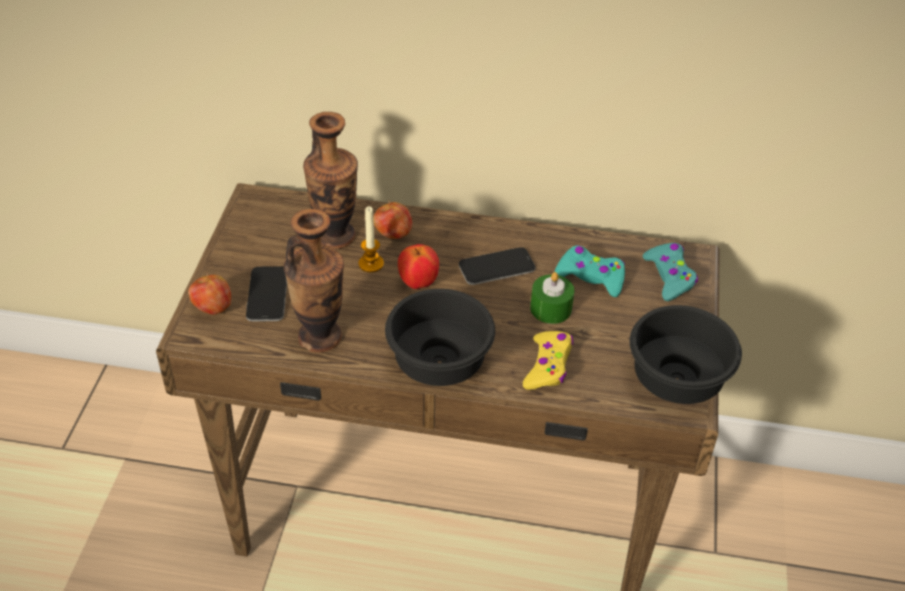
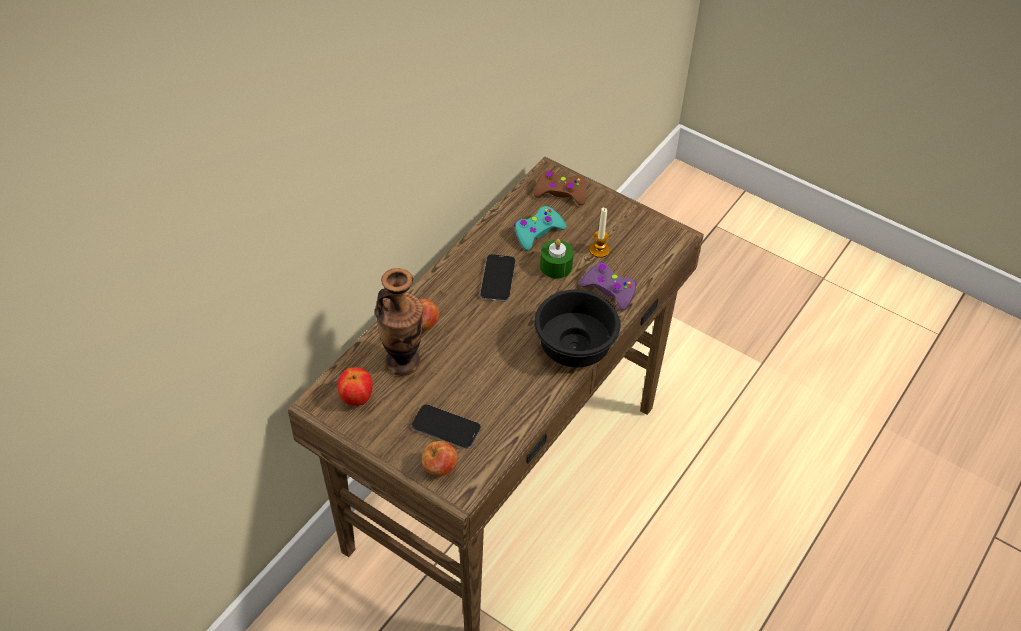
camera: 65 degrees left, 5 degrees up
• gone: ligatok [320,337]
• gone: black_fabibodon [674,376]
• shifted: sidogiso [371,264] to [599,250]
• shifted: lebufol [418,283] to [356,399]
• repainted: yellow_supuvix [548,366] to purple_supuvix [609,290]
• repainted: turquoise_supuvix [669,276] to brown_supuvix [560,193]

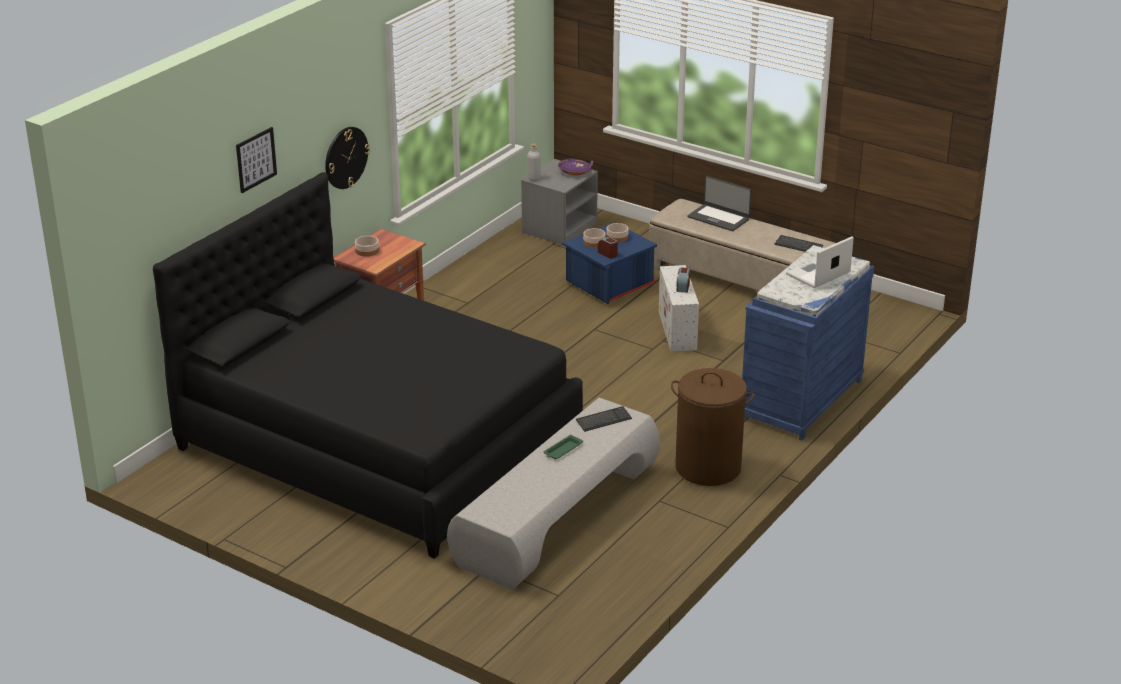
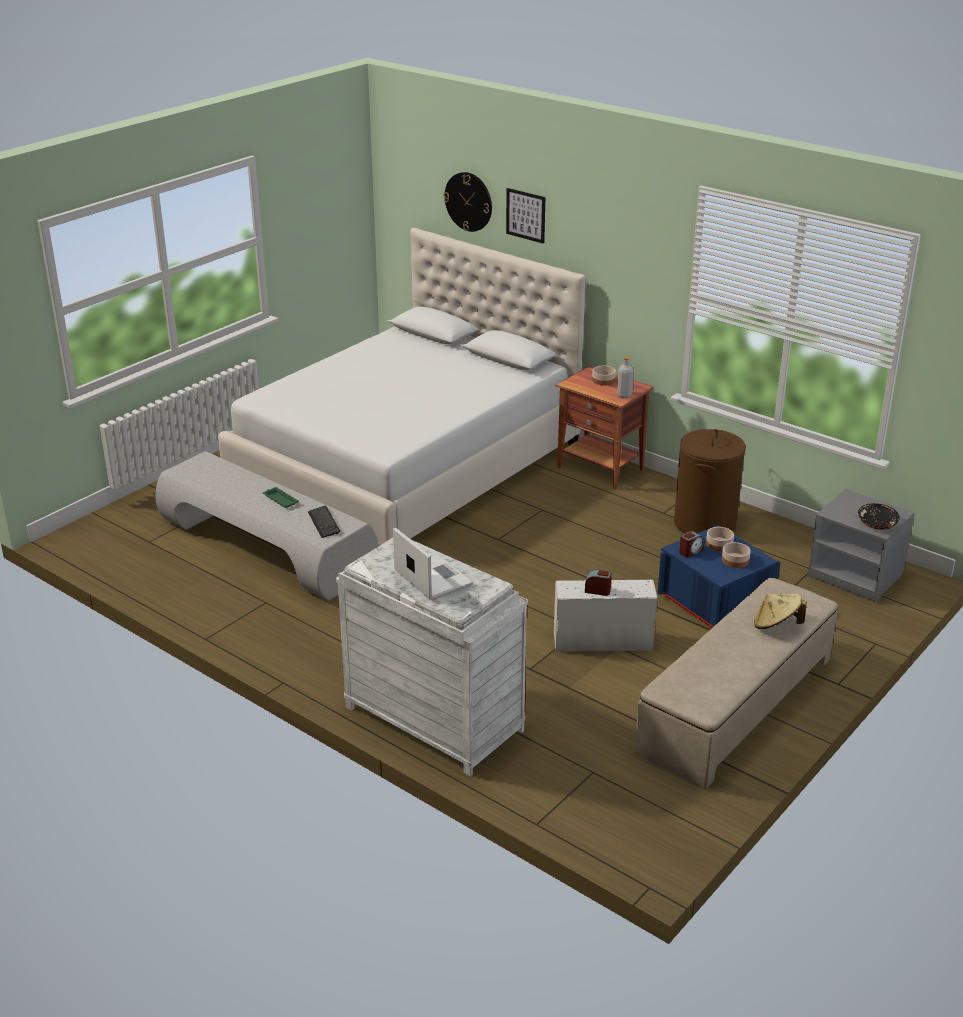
camera: 95 degrees right, 0 degrees up
• gone: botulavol [798,246]
• shifted: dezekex [346,157] to [468,201]
• shifted: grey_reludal [533,178] to [624,395]
• shifted: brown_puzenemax [708,467] to [705,524]
• swapped: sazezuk [719,218] to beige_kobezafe [776,625]
• repainted: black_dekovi [379,442] to white_dekovi [407,466]
• repainted: purple_fabibodon [575,172] to black_fabibodon [877,523]
• repainted: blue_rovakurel [801,399] to white_rovakurel [433,718]

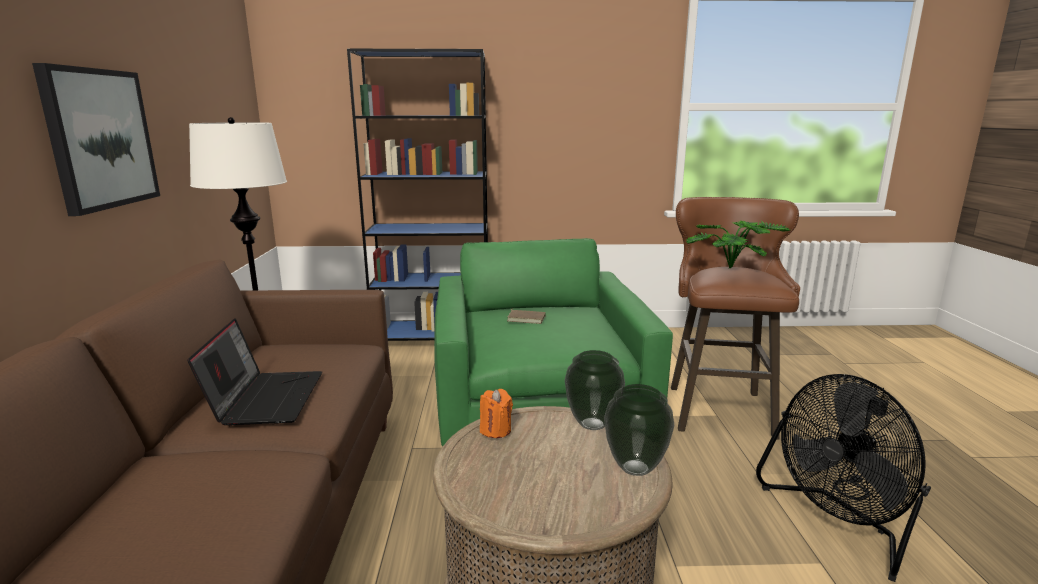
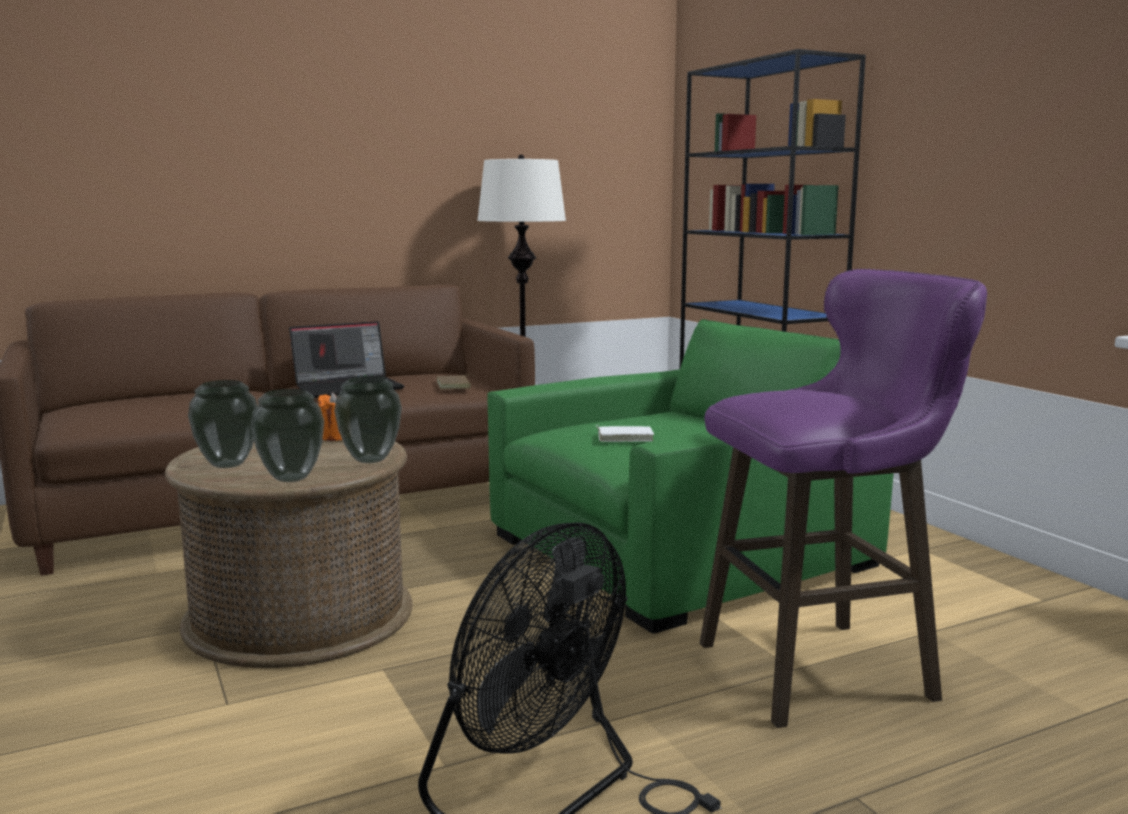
camera: 65 degrees right, 5 degrees down
• gone: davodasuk [100,139]
• gone: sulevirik [732,269]
• new: ligatok [227,464]
• new: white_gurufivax [625,437]
• shifted: brown_gurufivax [526,318] to [455,385]
• repainted: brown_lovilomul [719,408] to purple_lovilomul [824,669]

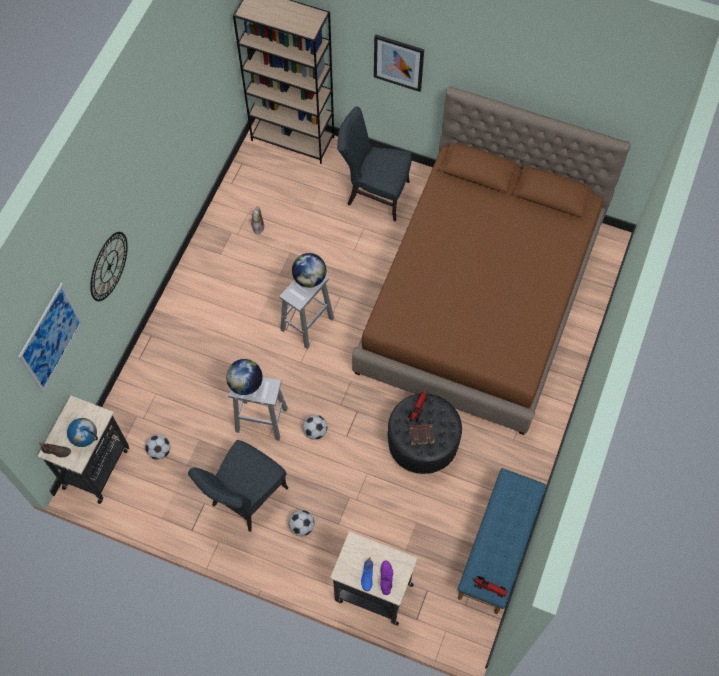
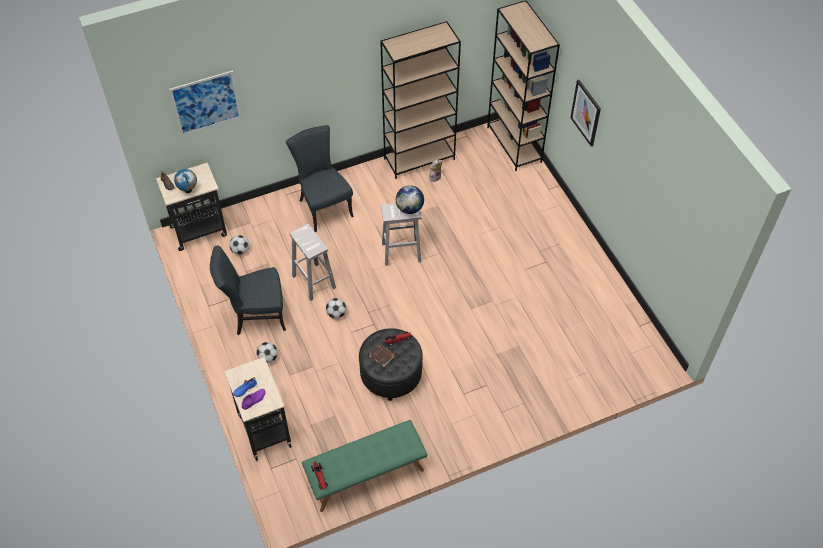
camera: 45 degrees right, 10 degrees down
• gone: dezekex [109,266]
• gone: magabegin [246,384]
• gone: brown_dekovi [480,297]
• new: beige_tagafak [419,158]
• shifted: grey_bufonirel [374,193] to [323,206]
• repainted: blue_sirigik [498,548] to green_sirigik [366,476]

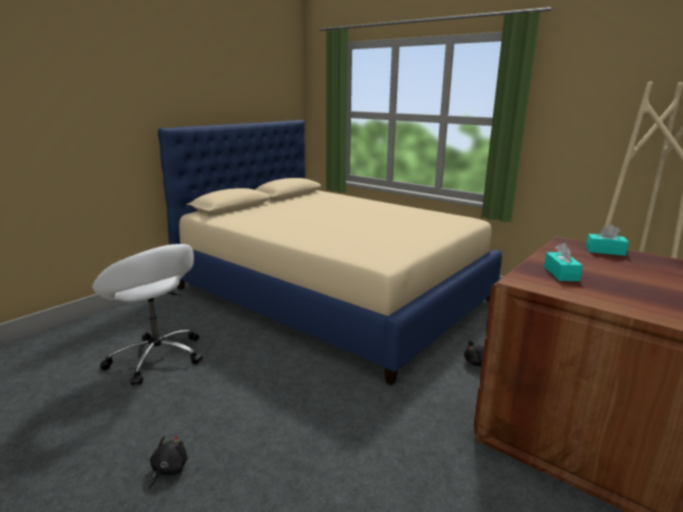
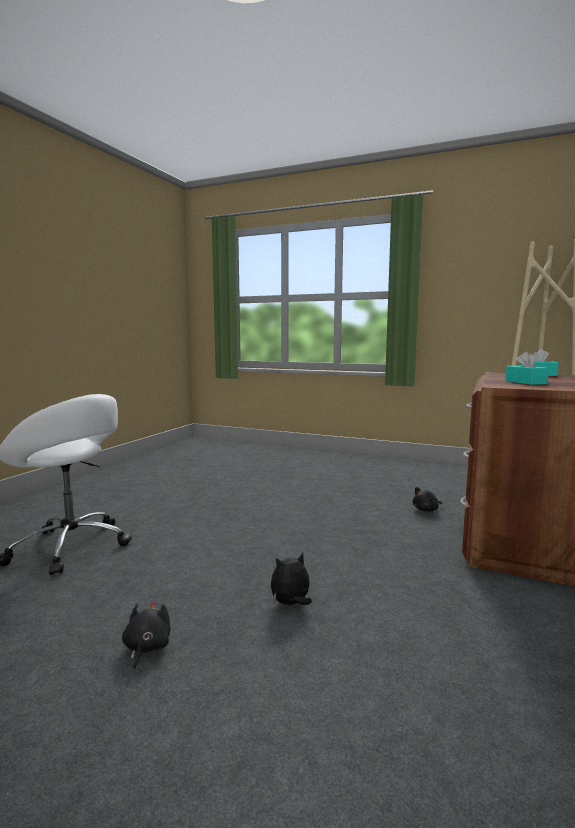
camera: 15 degrees left, 10 degrees down
• gone: beige_dekovi [331,294]
• new: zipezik [291,604]

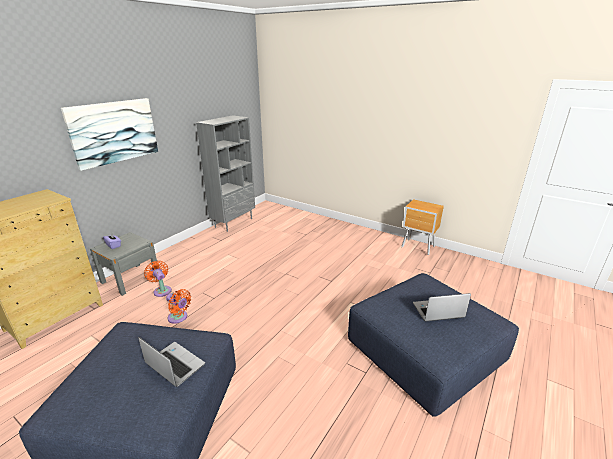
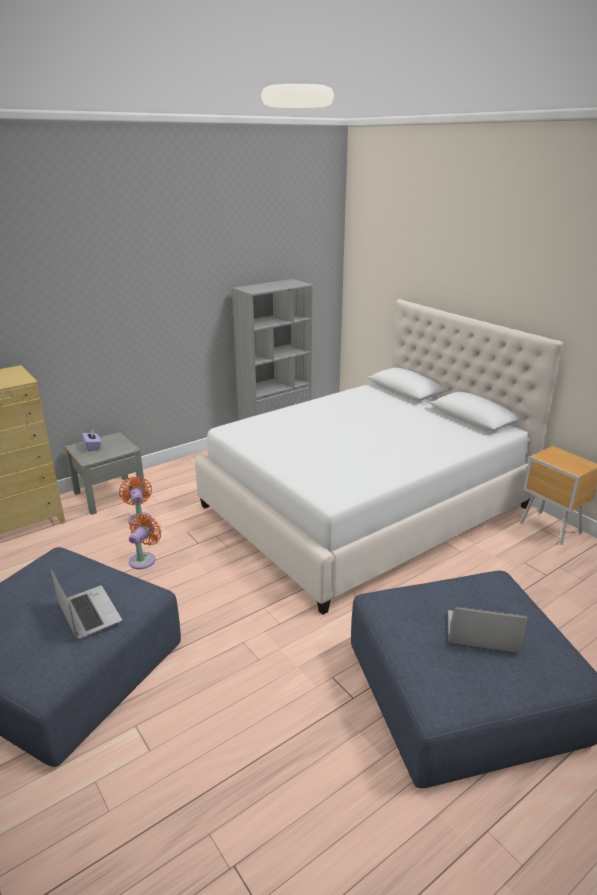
camera: 20 degrees right, 0 degrees up
• gone: davodasuk [114,132]
• new: white_dekovi [365,506]
• rotated: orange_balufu [179,318] = [144,559] 120 degrees counterclockwise

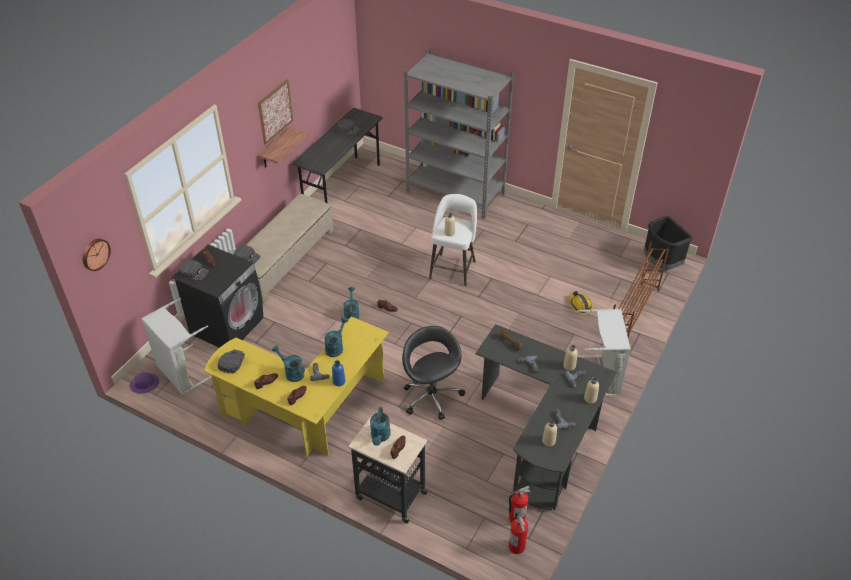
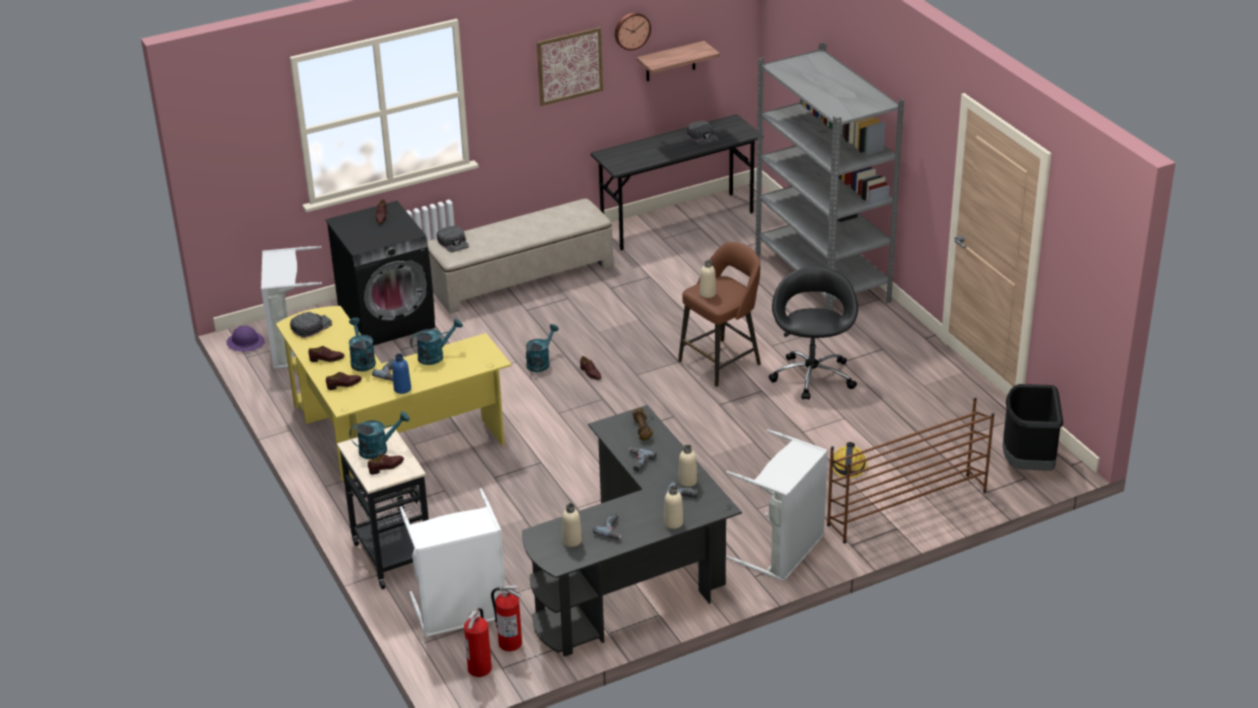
camera: 35 degrees right, 10 degrees down
• gone: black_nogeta [194,272]
• new: white_puzenemax [460,613]
• shifted: dezekex [95,254] to [631,30]
• shifted: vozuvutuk [275,149] to [670,61]
• shifted: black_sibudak [431,396] to [812,376]
• repainted: white_lovilomul [453,268] to brown_lovilomul [721,362]
• rotated: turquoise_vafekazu [380,437] = [378,449] 150 degrees counterclockwise

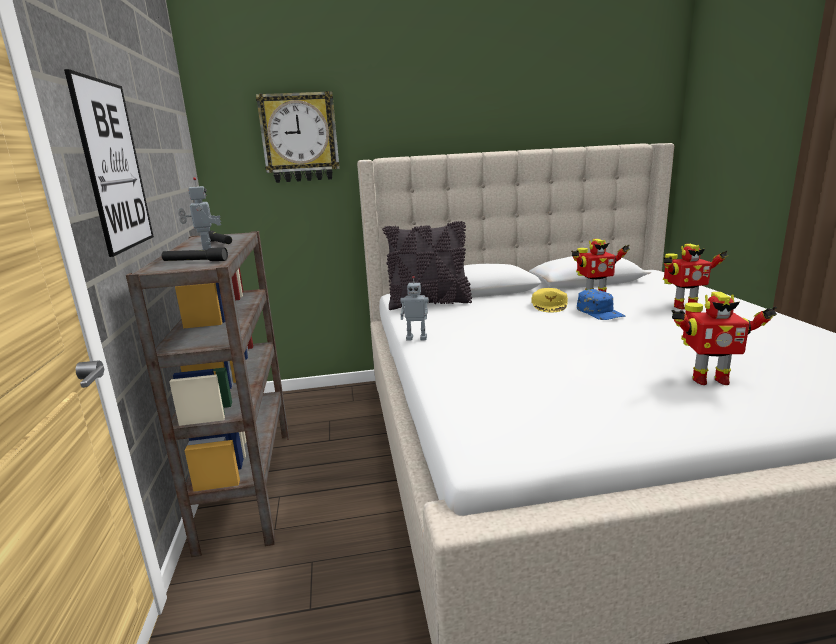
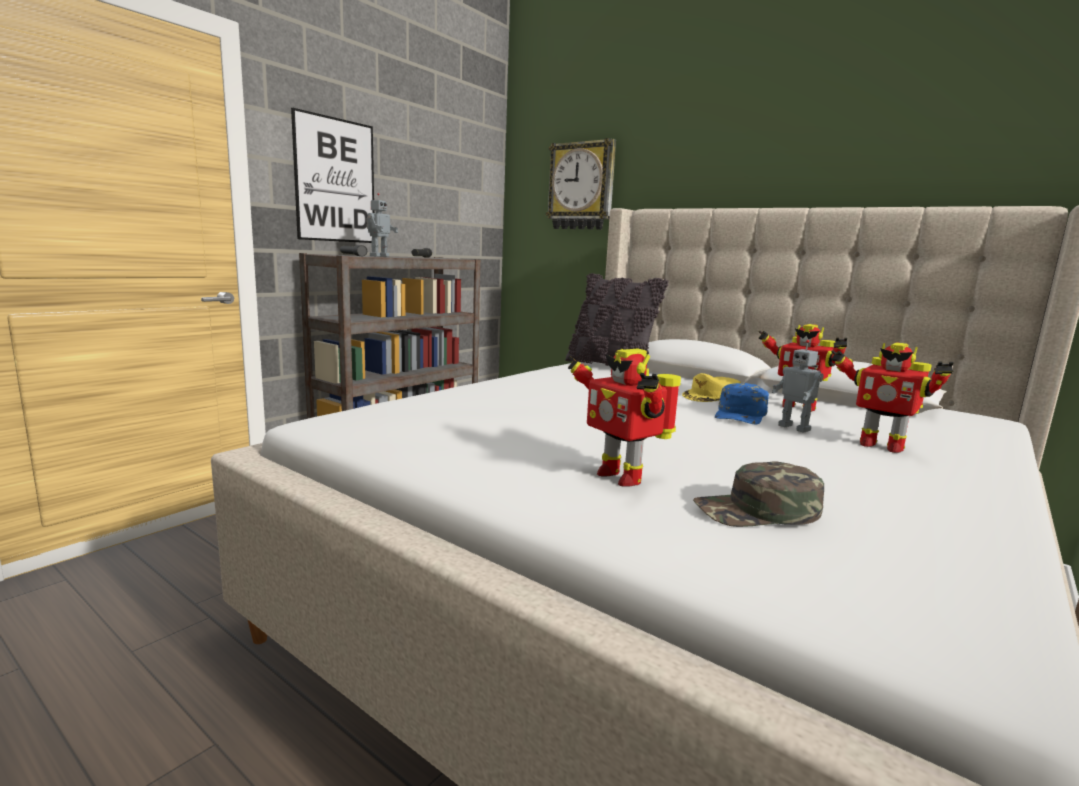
camera: 45 degrees right, 5 degrees down
• new: green_nogeta [757,511]
• shifted: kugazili [416,338] to [795,428]

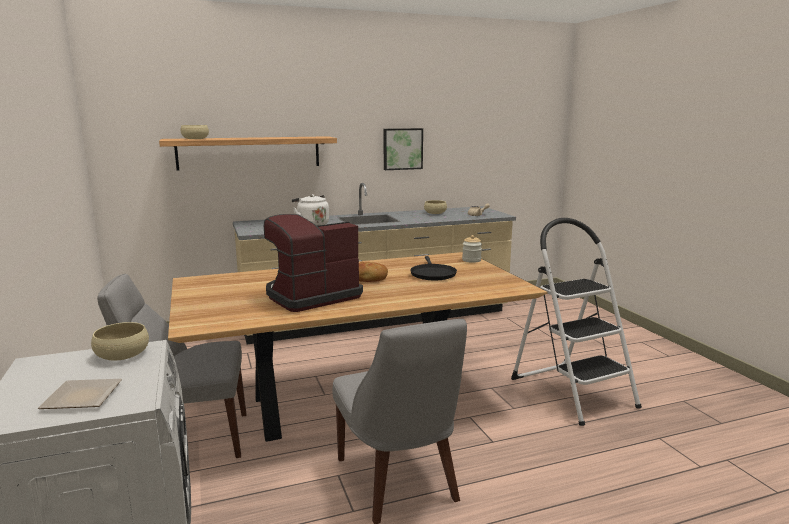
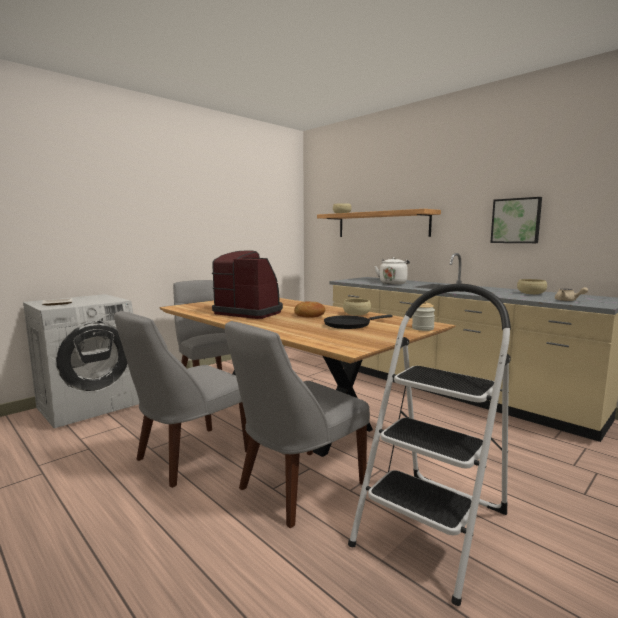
camera: 65 degrees right, 5 degrees down
• new: grey_bufonirel [297,488]
• shifted: beige_fabibodon [122,354] to [356,314]

